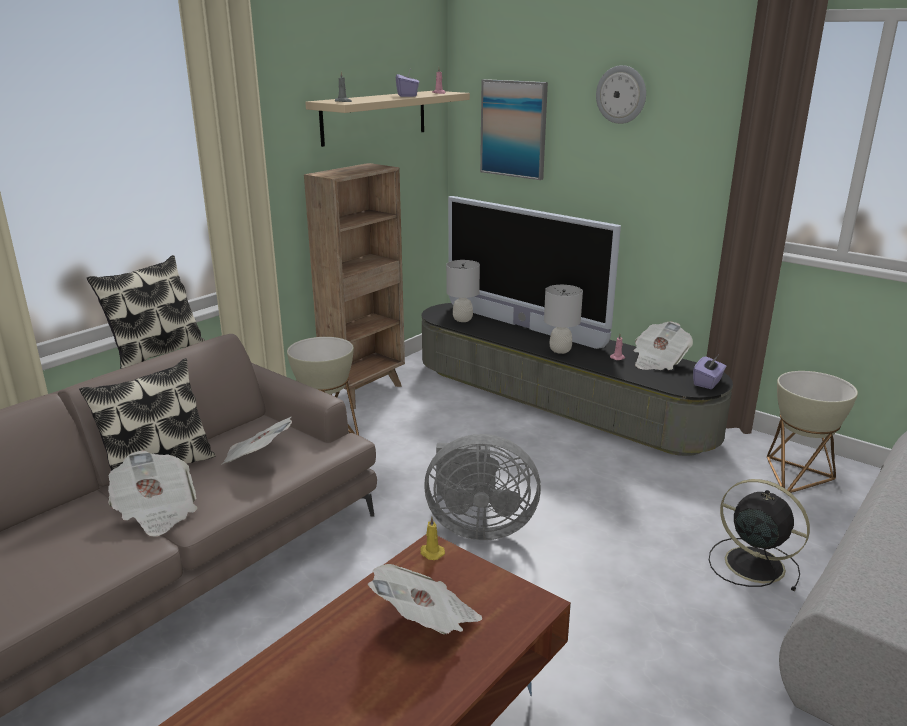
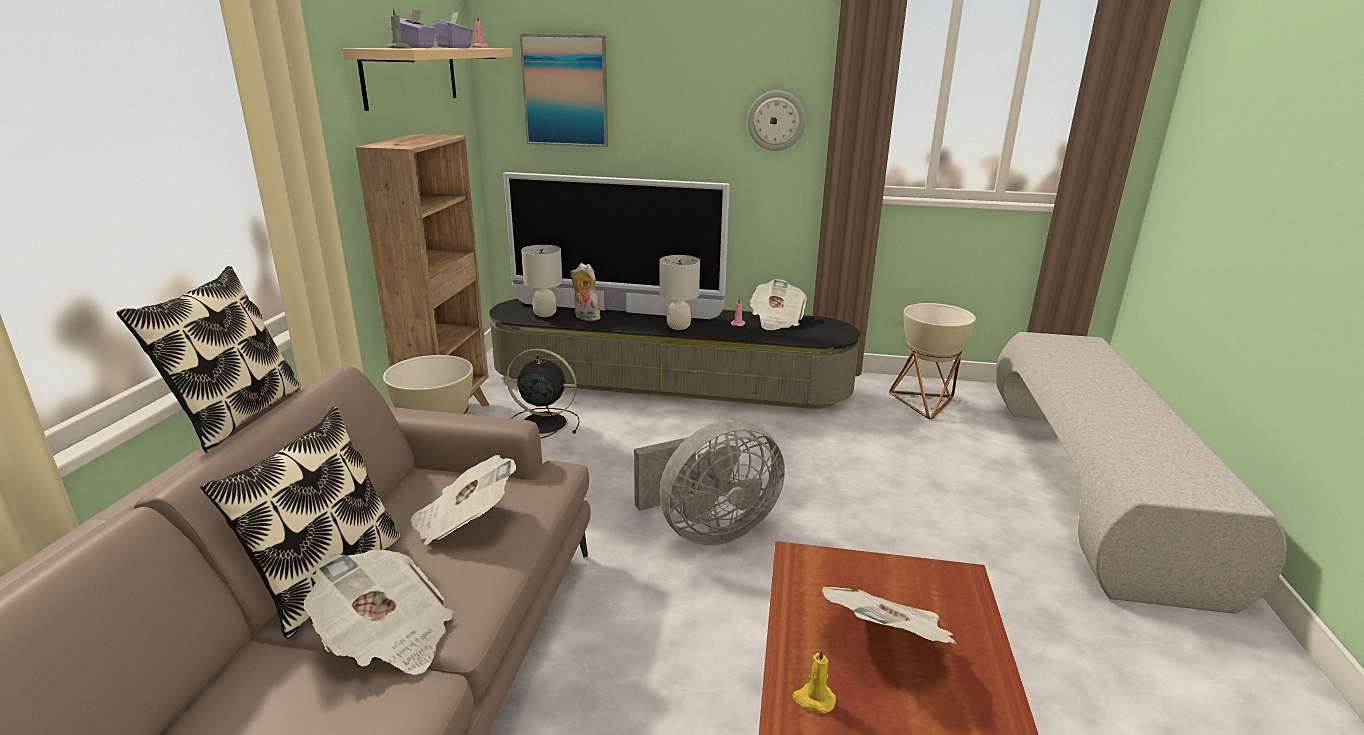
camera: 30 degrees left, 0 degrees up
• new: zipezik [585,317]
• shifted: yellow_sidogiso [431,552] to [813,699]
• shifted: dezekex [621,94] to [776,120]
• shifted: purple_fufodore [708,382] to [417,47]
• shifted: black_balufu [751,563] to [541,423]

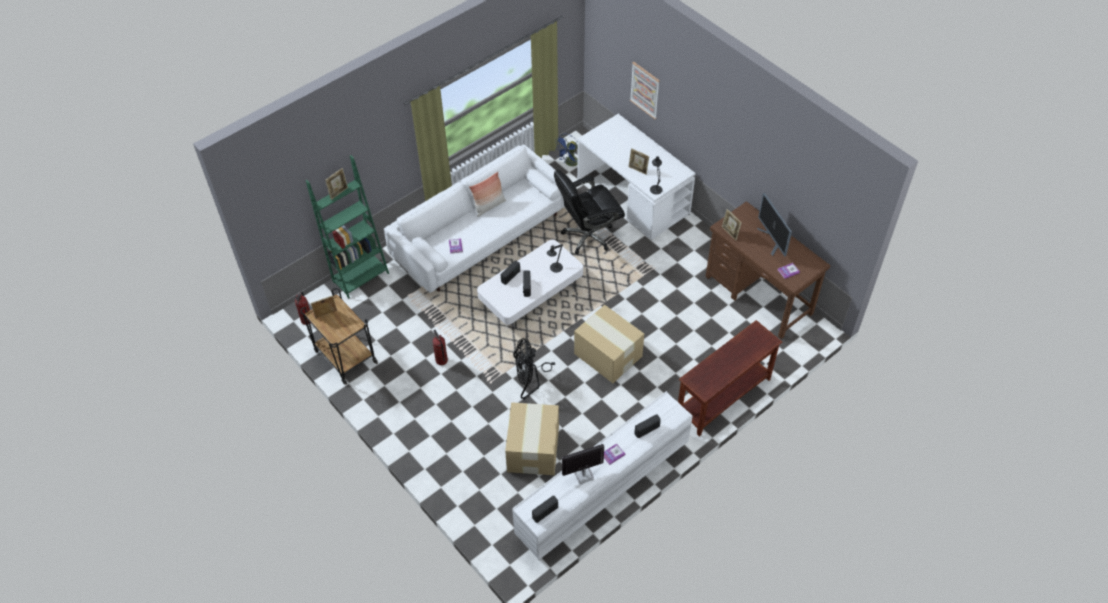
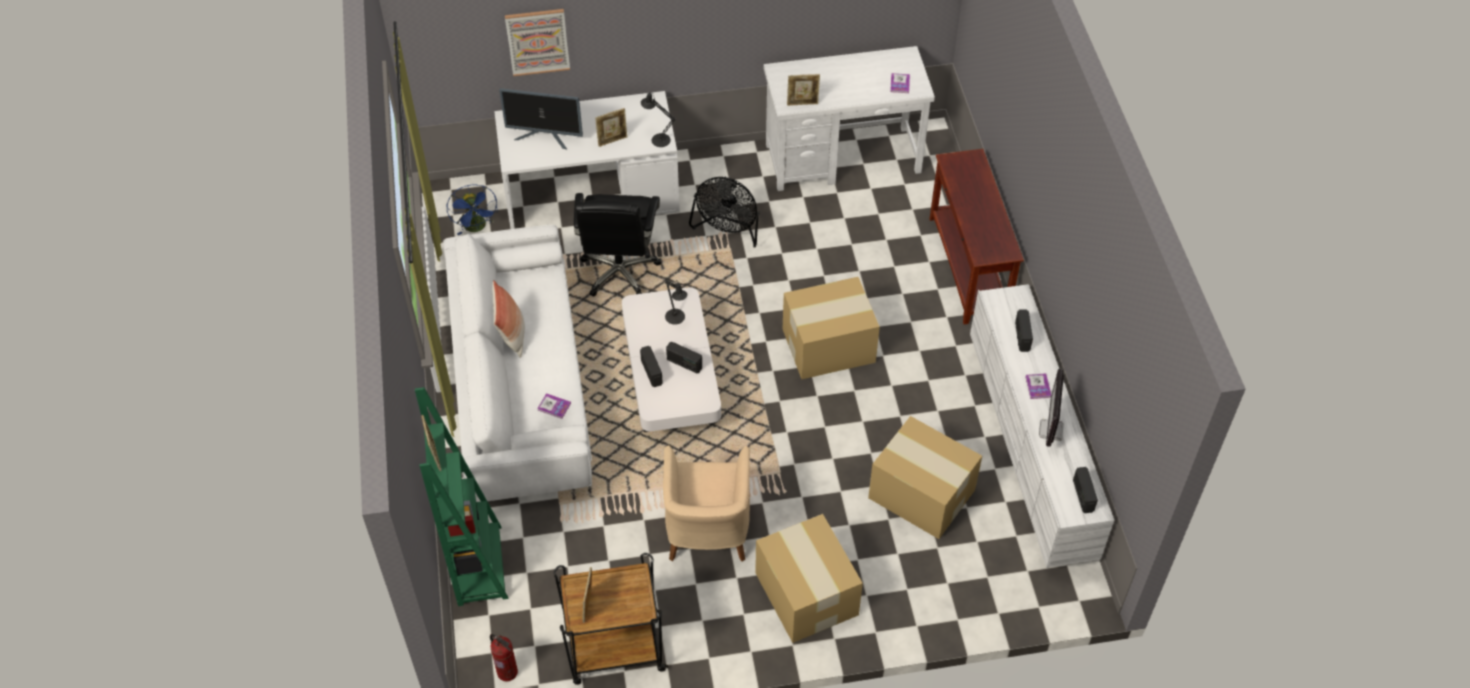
camera: 60 degrees left, 0 degrees up
• new: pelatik [806,595]
• shifted: black_balufu [530,376] to [726,227]
• shifted: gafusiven [772,241] to [545,137]
• swapped: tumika [441,360] to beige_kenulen [707,531]
• repainted: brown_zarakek [759,294] to white_zarakek [843,157]

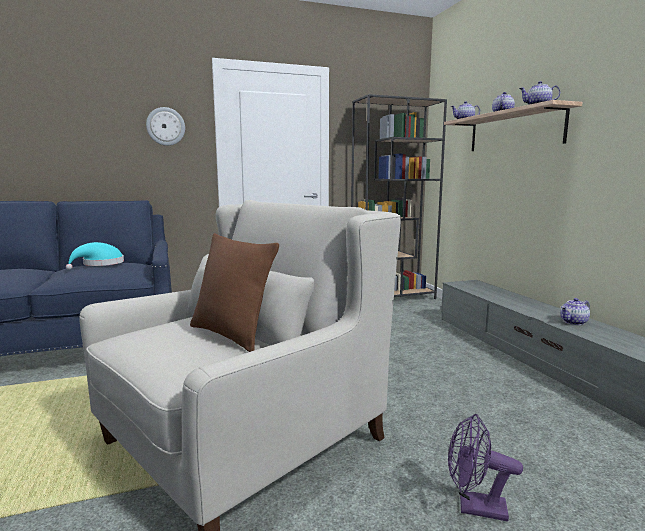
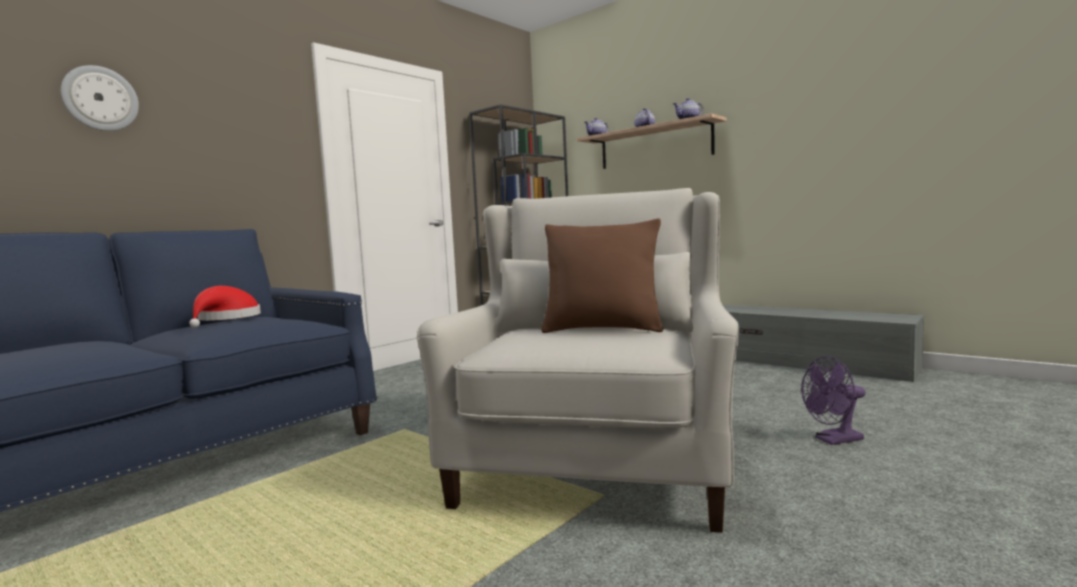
camera: 30 degrees left, 5 degrees down
• gone: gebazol [574,322]
• shifted: dezekex [165,126] to [100,99]
• repainted: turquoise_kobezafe [100,264] to red_kobezafe [226,319]

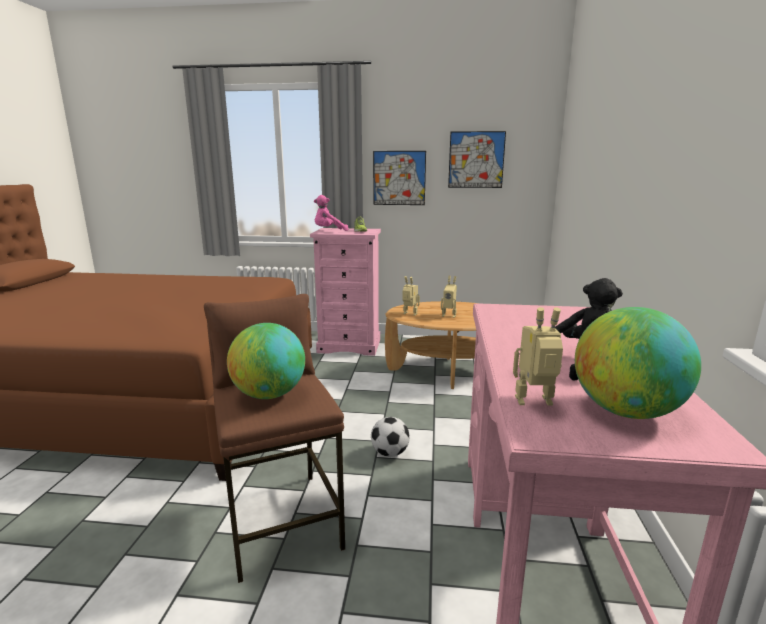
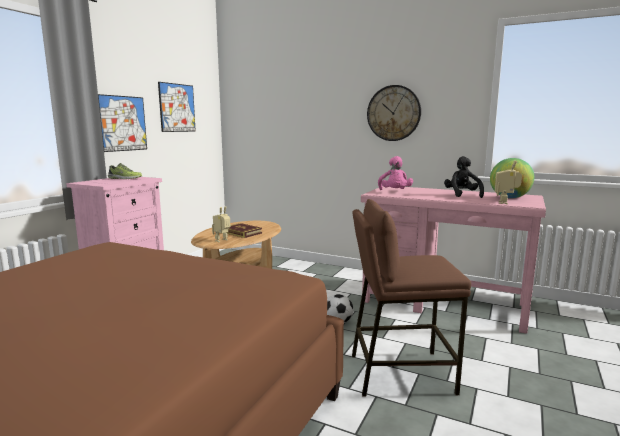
camera: 70 degrees left, 5 degrees down
• gone: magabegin [269,394]
• new: dezekex [393,113]
• shifted: pink_zipezik [329,231] to [394,192]
• swapped: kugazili [449,315] to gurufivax [242,232]

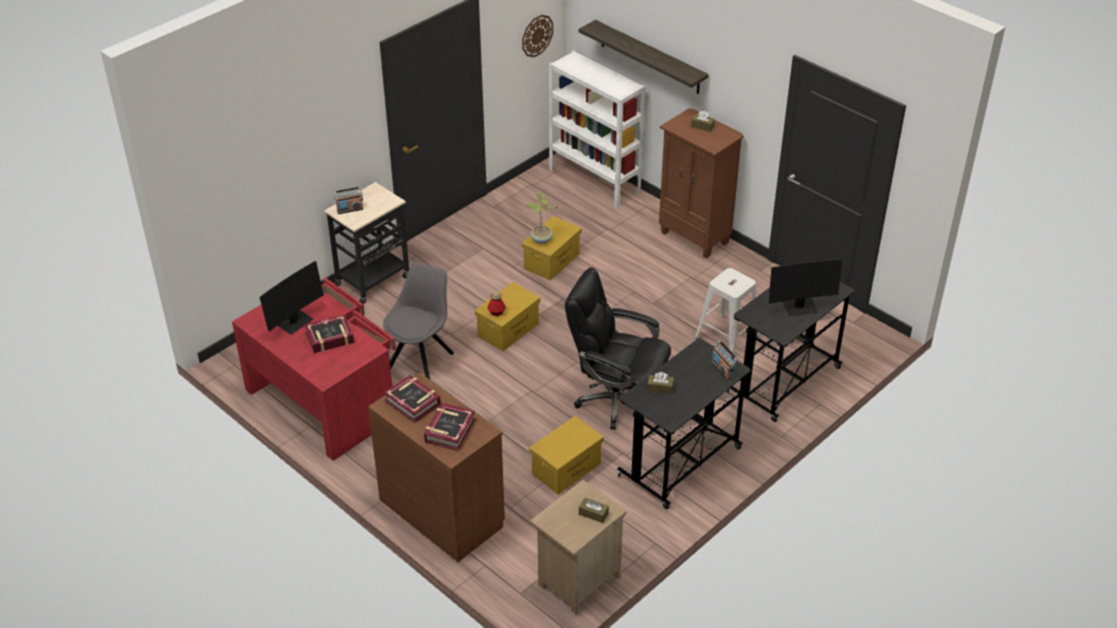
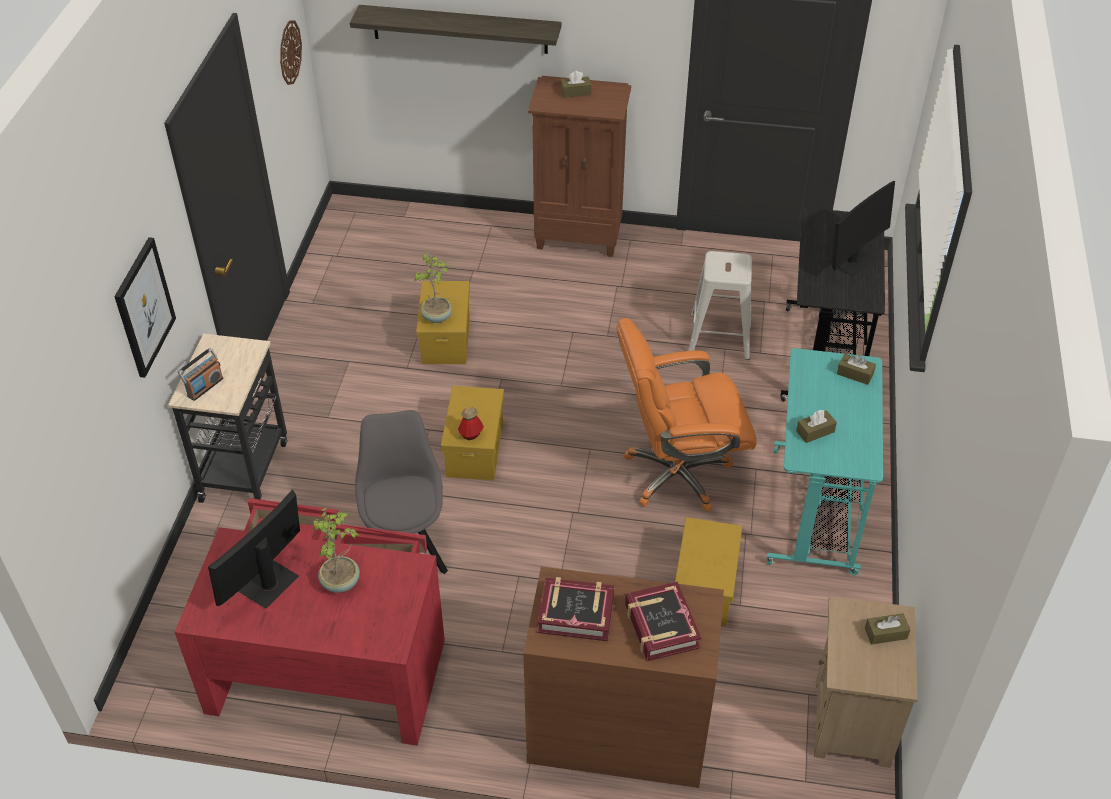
camera: 35 degrees left, 5 degrees up
• gone: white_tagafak [594,181]
• new: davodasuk [144,307]
• swapped: gurufivax [330,338] to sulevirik [341,581]
• swapped: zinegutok [722,370] to brown_fufodore [855,374]
• repainted: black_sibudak [617,401] to orange_sibudak [679,473]
• repainted: black_zarakek [679,462] to turquoise_zarakek [814,510]
• rotated: gafusiven [294,322] = [268,585] 150 degrees counterclockwise

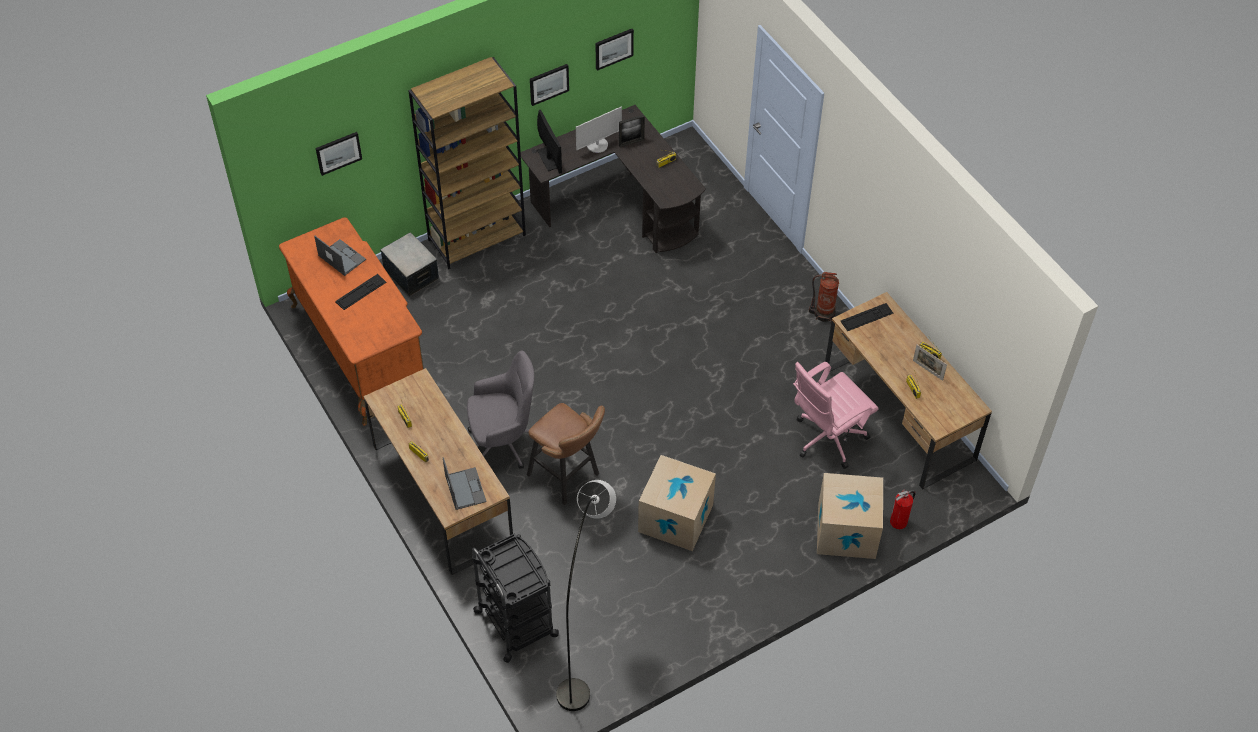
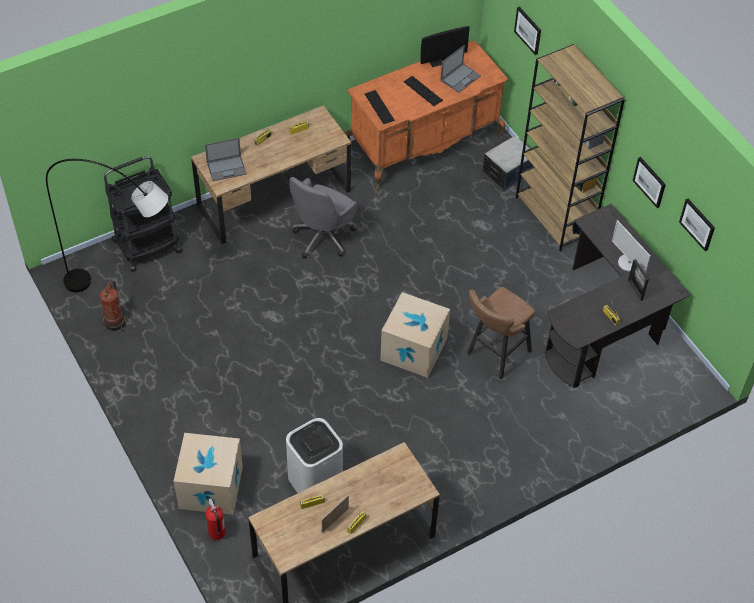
camera: 90 degrees right, 0 degrees up
• shifted: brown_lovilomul [569,479] to [494,356]
• shifted: gafusiven [549,158] to [442,59]
• shifted: pelatik [675,518] to [413,349]
• shifted: tumika [823,313] to [115,322]
• shifted: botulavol [866,317] to [379,107]
• swapped: pink_sibudak [826,440] to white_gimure [315,480]
• rotated: grey_sibudak [504,443] = [323,237] 45 degrees clockwise

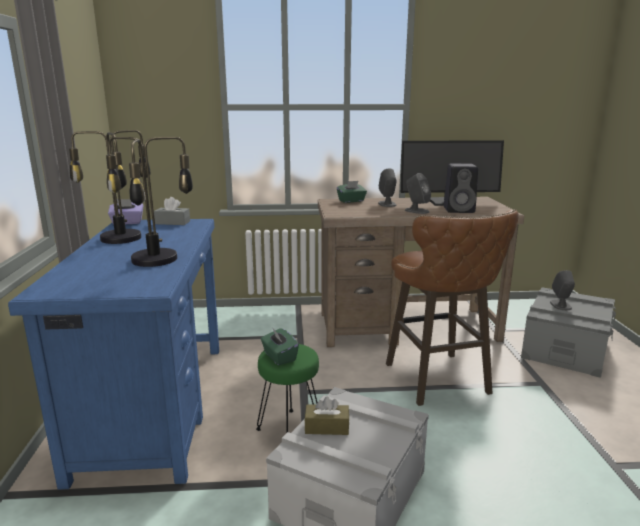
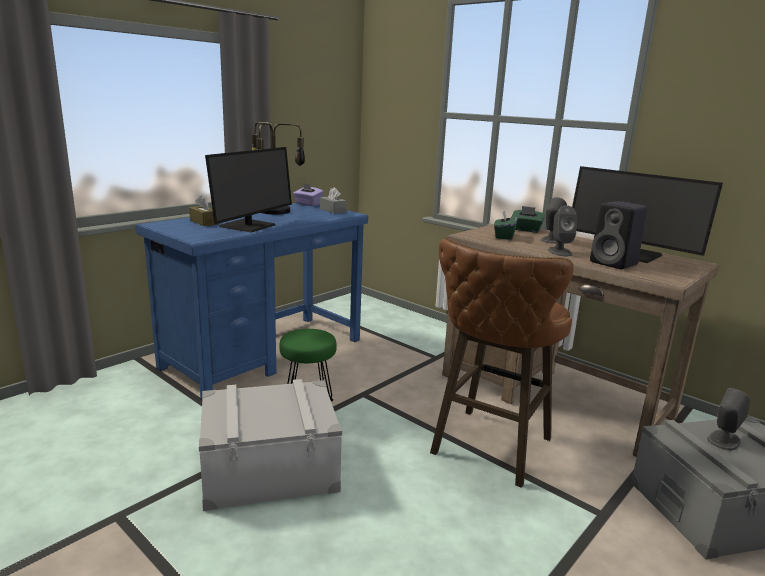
camera: 45 degrees right, 0 degrees up
• shifted: green_fufodore [279,357] to [504,236]
• shifted: brown_fufodore [327,427] to [204,222]
• swapped: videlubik [154,260] to gafusiven [249,226]

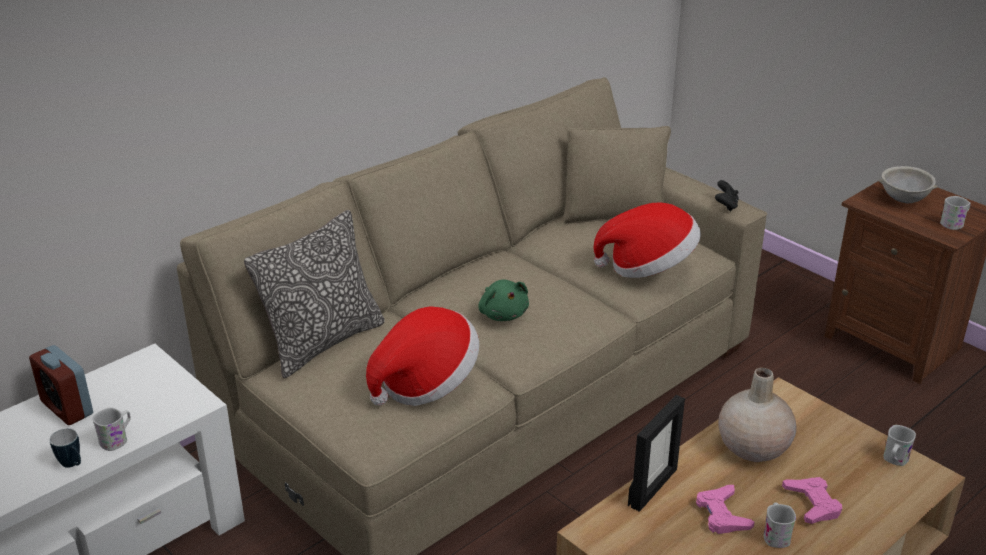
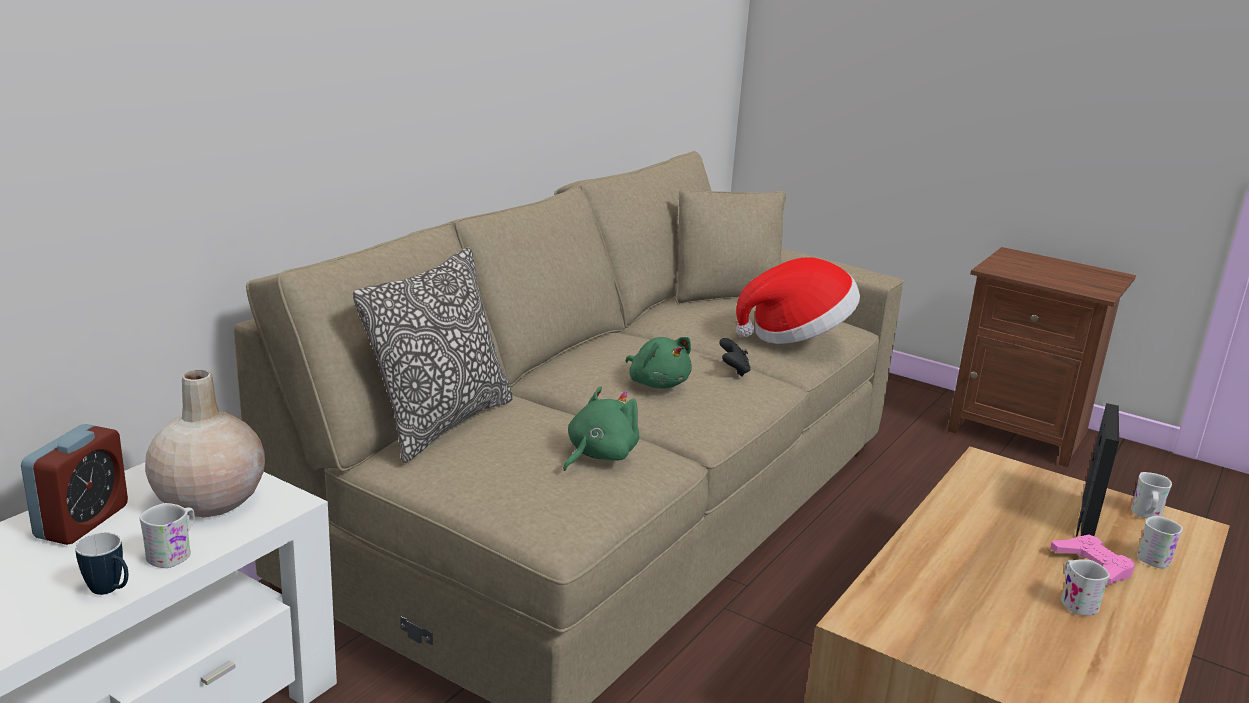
camera: 15 degrees left, 10 degrees down
• gone: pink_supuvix [722,514]
• gone: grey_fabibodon [904,200]
• shifted: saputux [652,487] to [1085,517]
• shifted: black_supuvix [725,206] to [733,371]
• shifted: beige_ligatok [752,447] to [208,500]
• shifted: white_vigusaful [954,223] to [1156,557]
• swapped: kobezafe [425,382] to green_zipezik [599,455]
• rotated: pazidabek [67,408] = [82,521] 105 degrees counterclockwise

